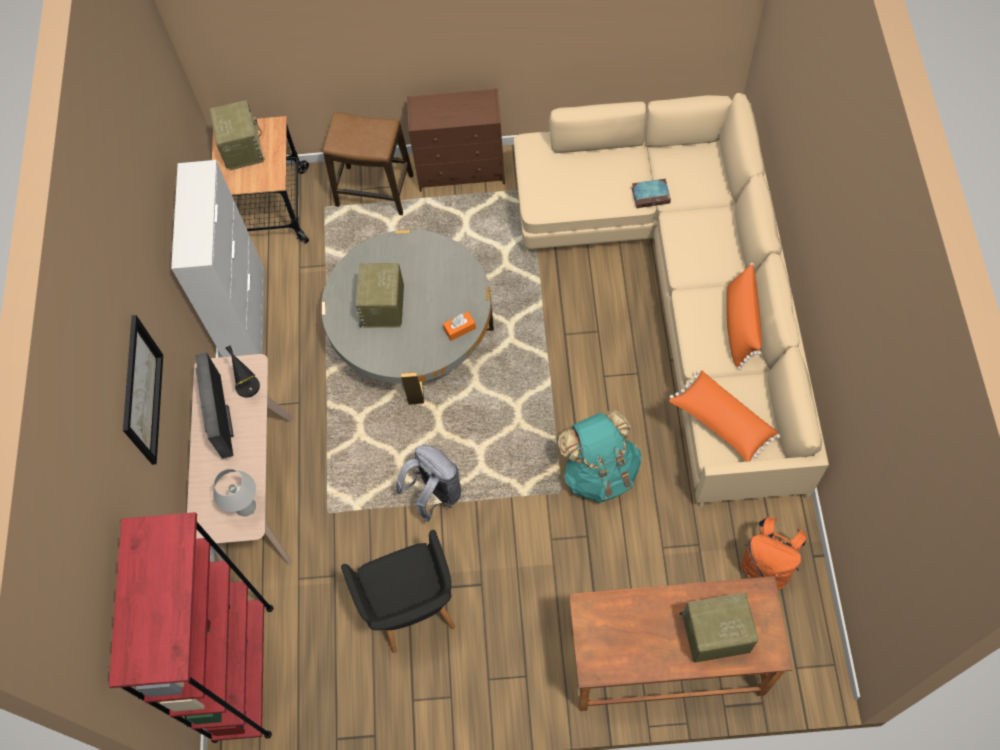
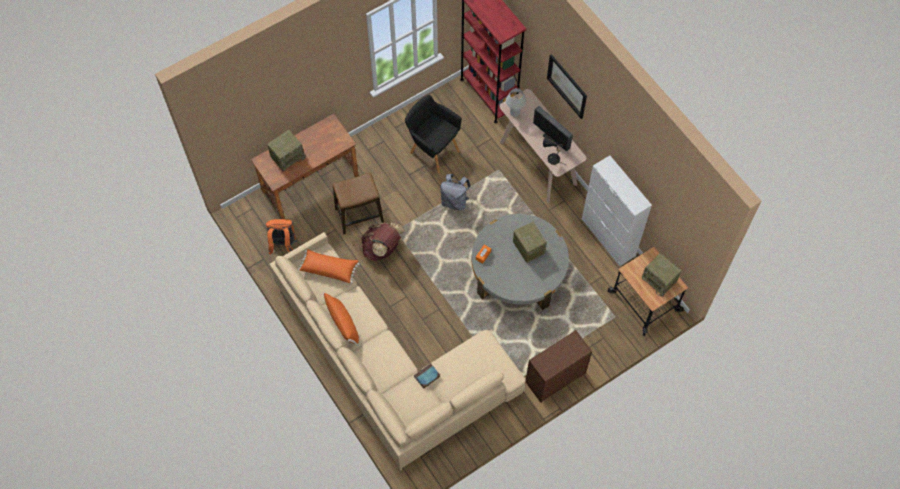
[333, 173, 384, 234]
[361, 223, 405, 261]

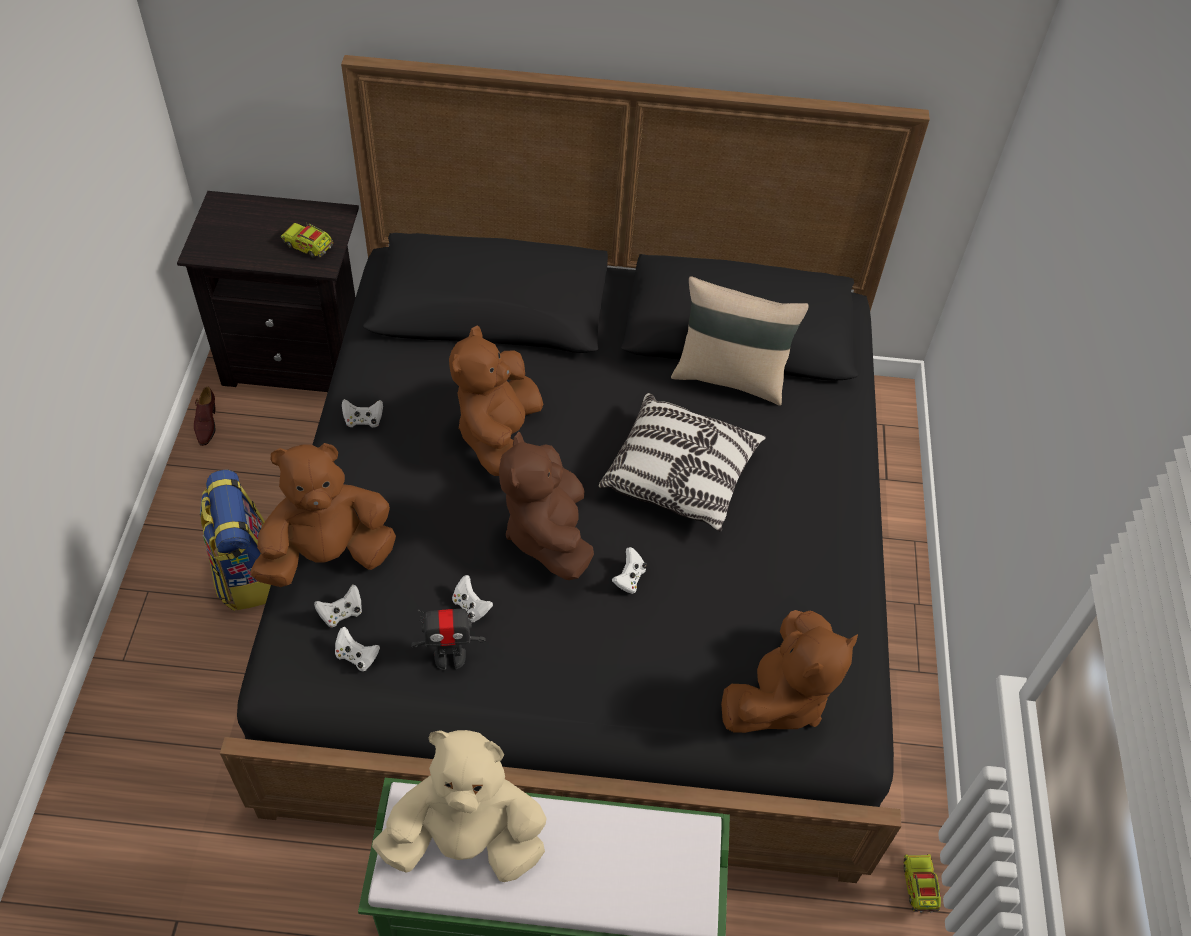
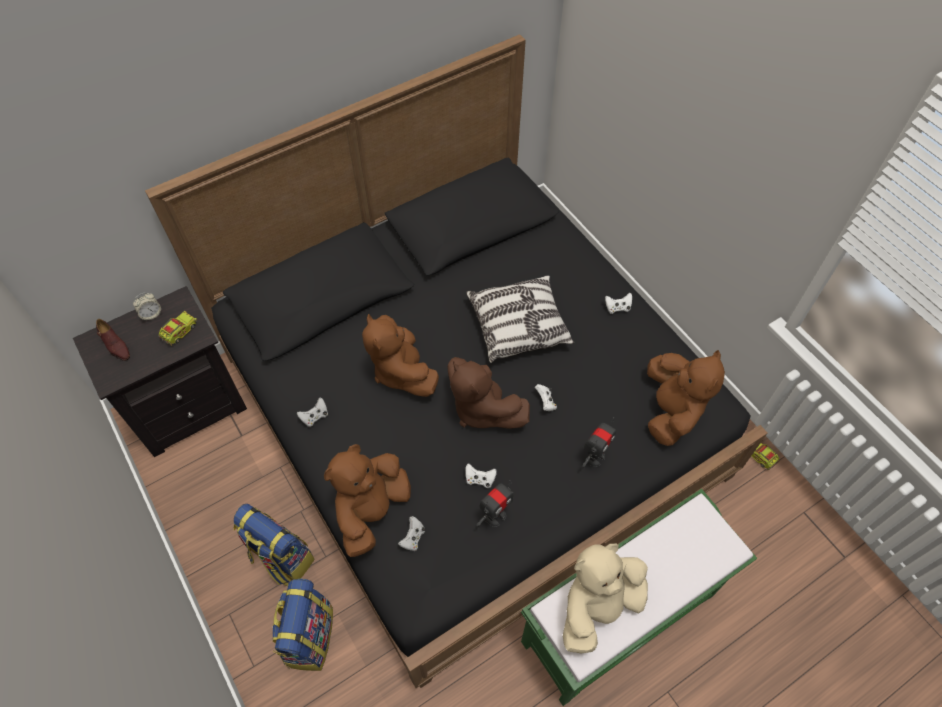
[158, 311, 197, 346]
[671, 276, 809, 406] (first image)
[96, 319, 130, 361]
[605, 293, 632, 314]
[133, 293, 161, 320]
[582, 417, 616, 468]
[272, 579, 333, 671]

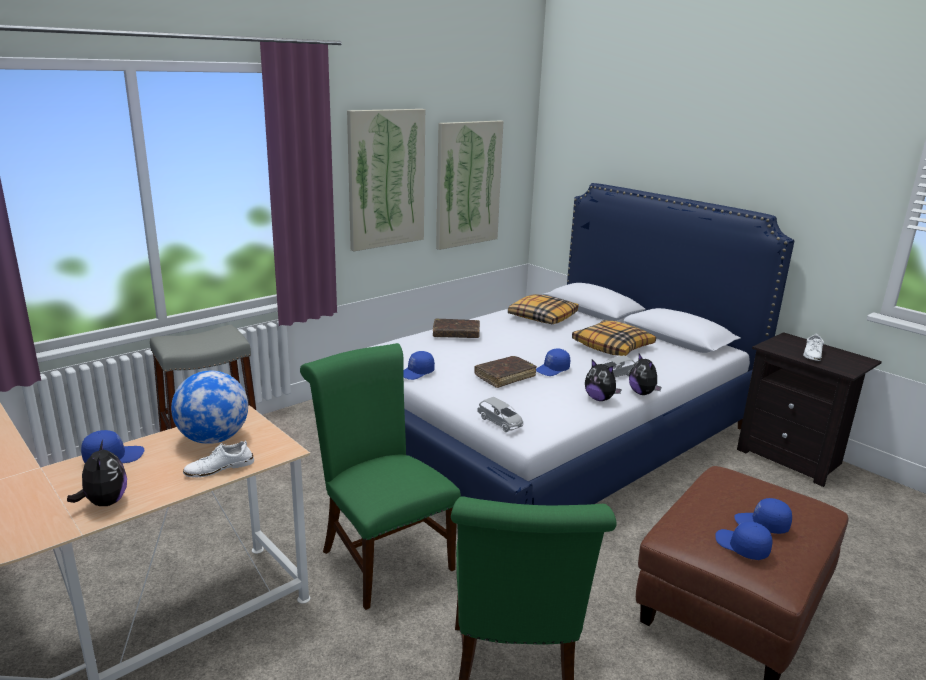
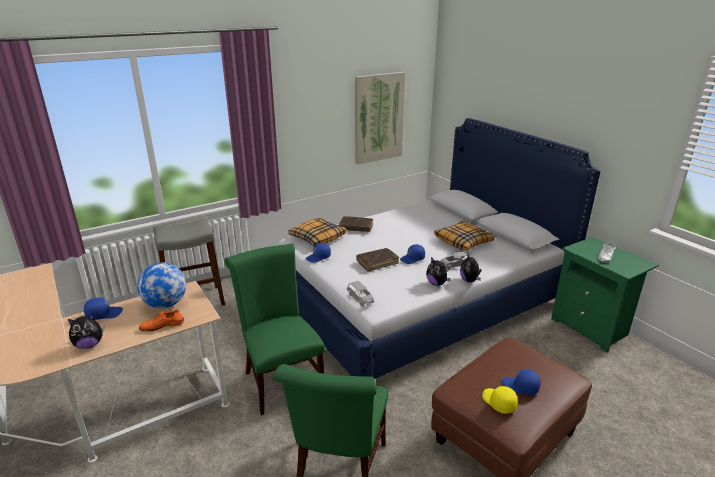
[347, 109, 425, 251] (first image)
[288, 218, 347, 247]
[551, 237, 659, 352]
[68, 314, 105, 349]
[139, 310, 184, 332]
[482, 386, 518, 414]

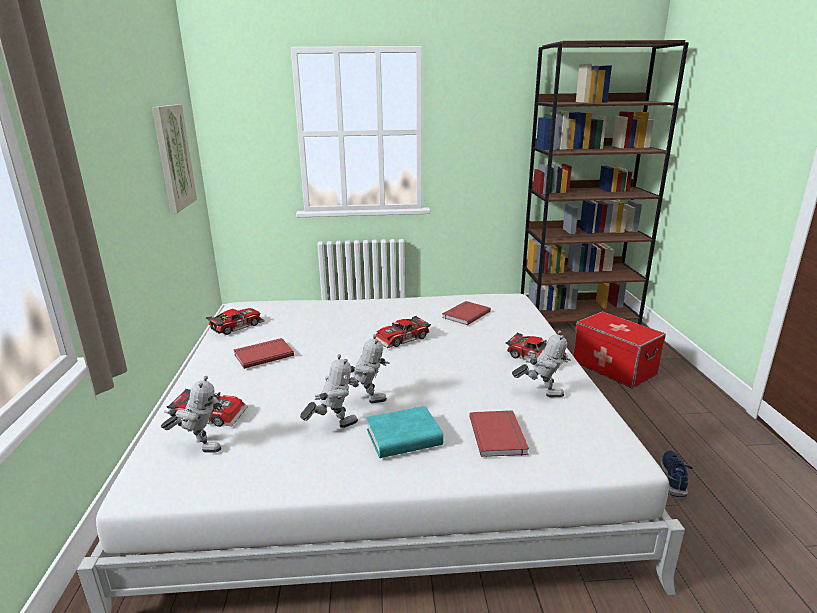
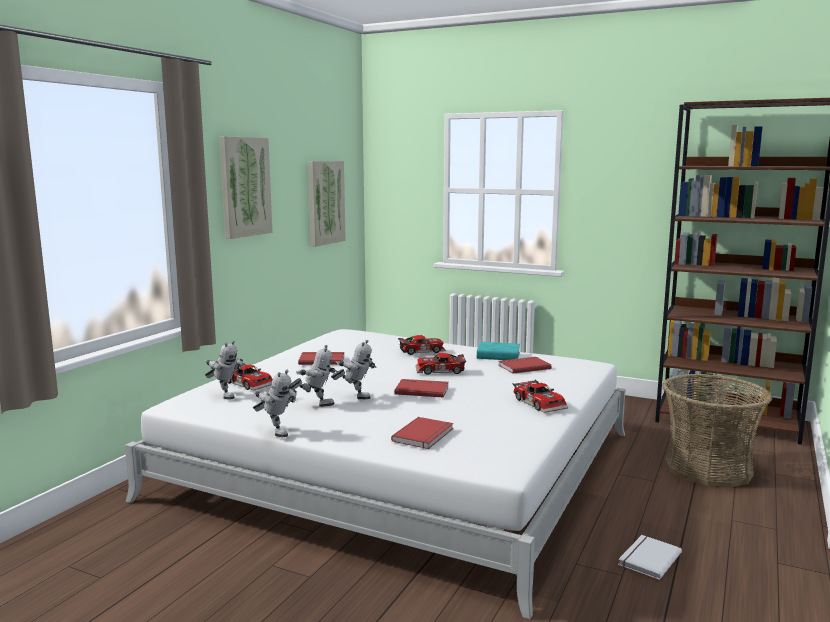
[398, 335, 446, 355]
[662, 374, 772, 488]
[253, 369, 297, 437]
[477, 342, 520, 360]
[618, 535, 682, 580]
[219, 136, 273, 239]
[395, 379, 449, 398]

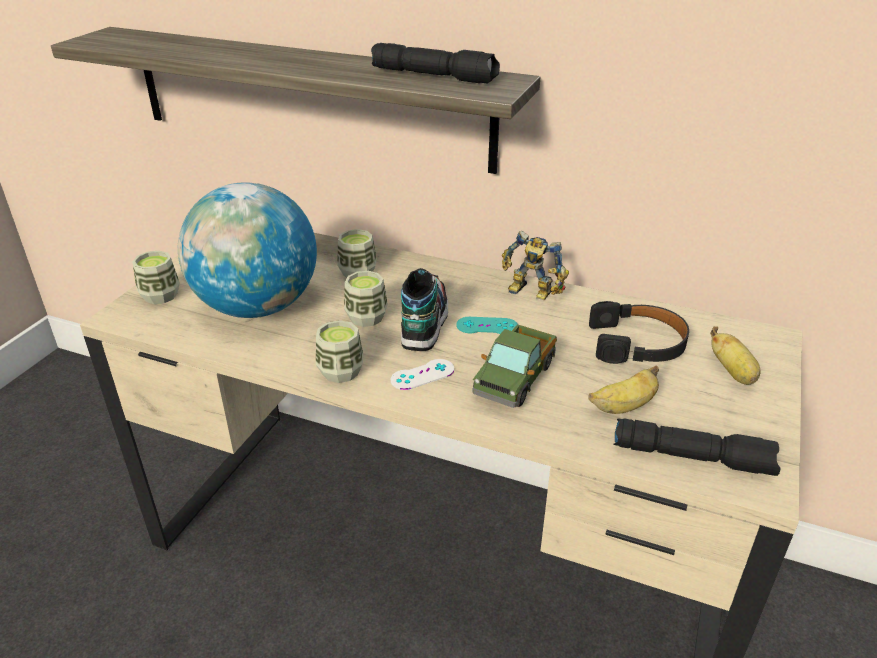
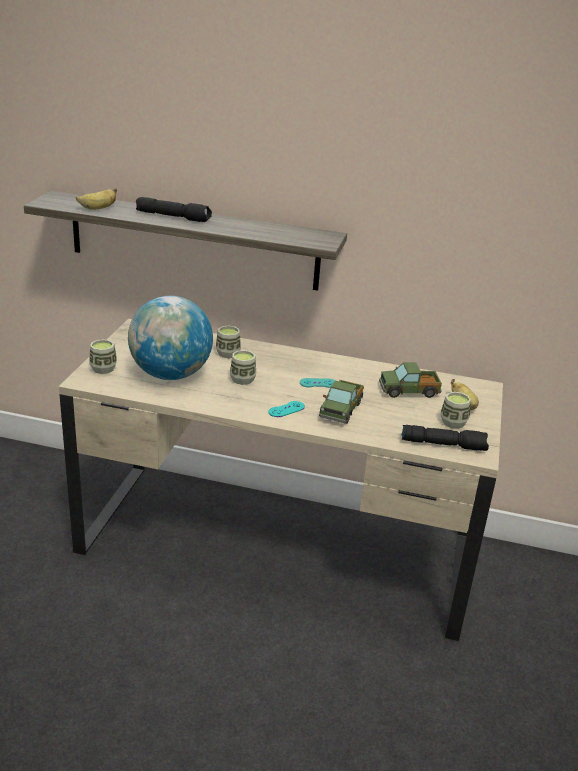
[136, 197, 212, 222]
[502, 231, 569, 300] (first image)
[401, 268, 448, 351] (first image)
[379, 362, 442, 398]
[440, 392, 471, 429]
[268, 401, 305, 417]
[76, 188, 117, 210]

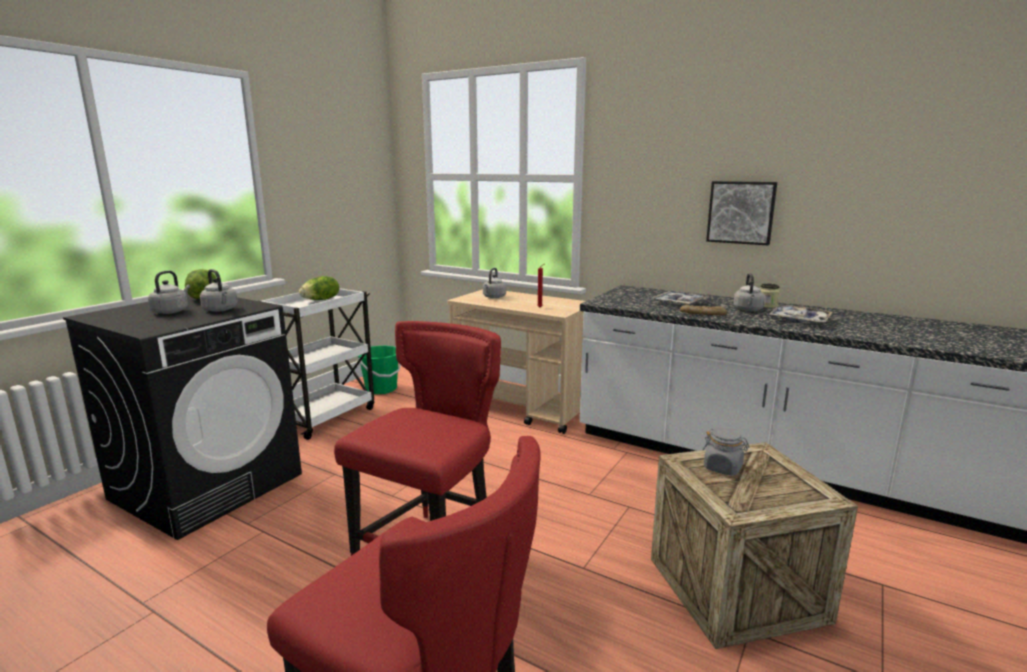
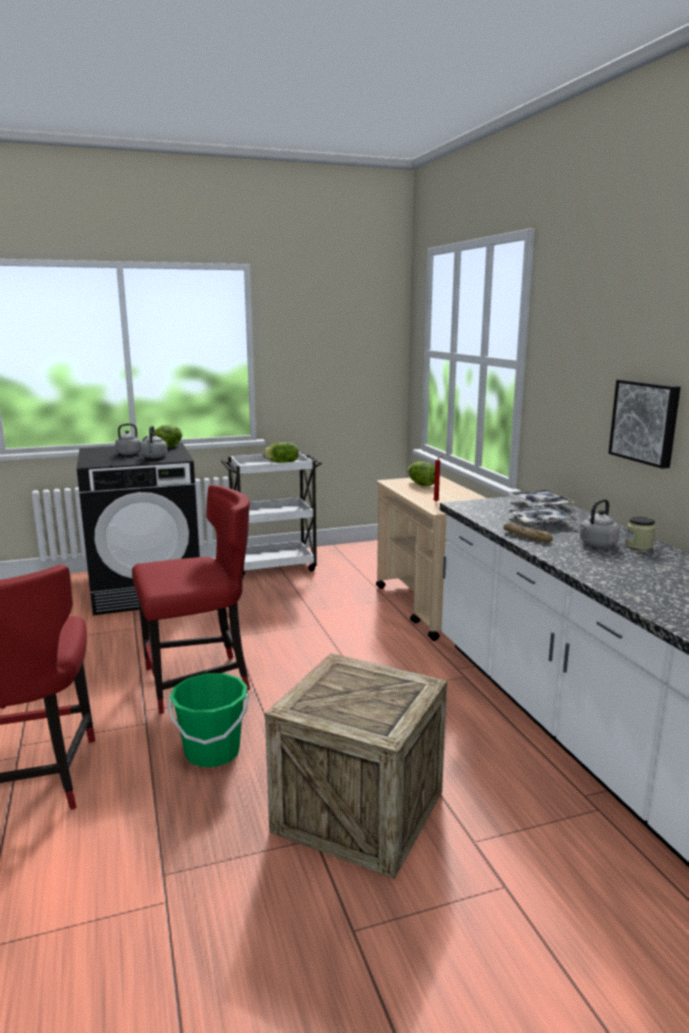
[408, 461, 435, 486]
[509, 490, 575, 507]
[168, 673, 248, 767]
[703, 428, 749, 476] (first image)

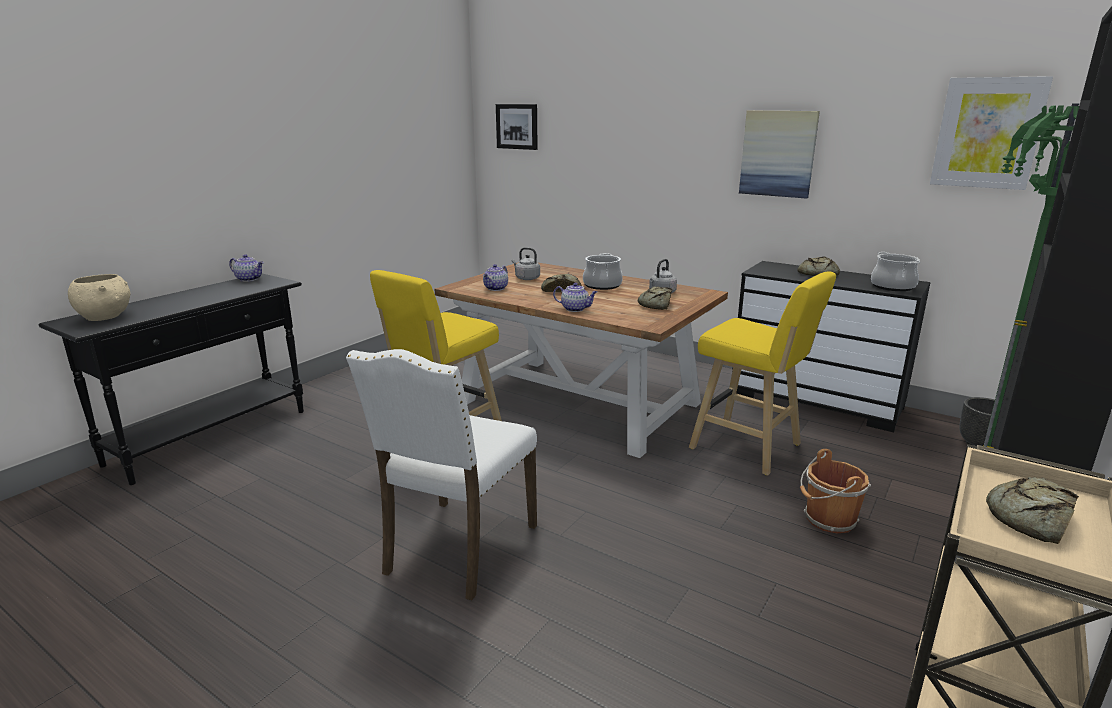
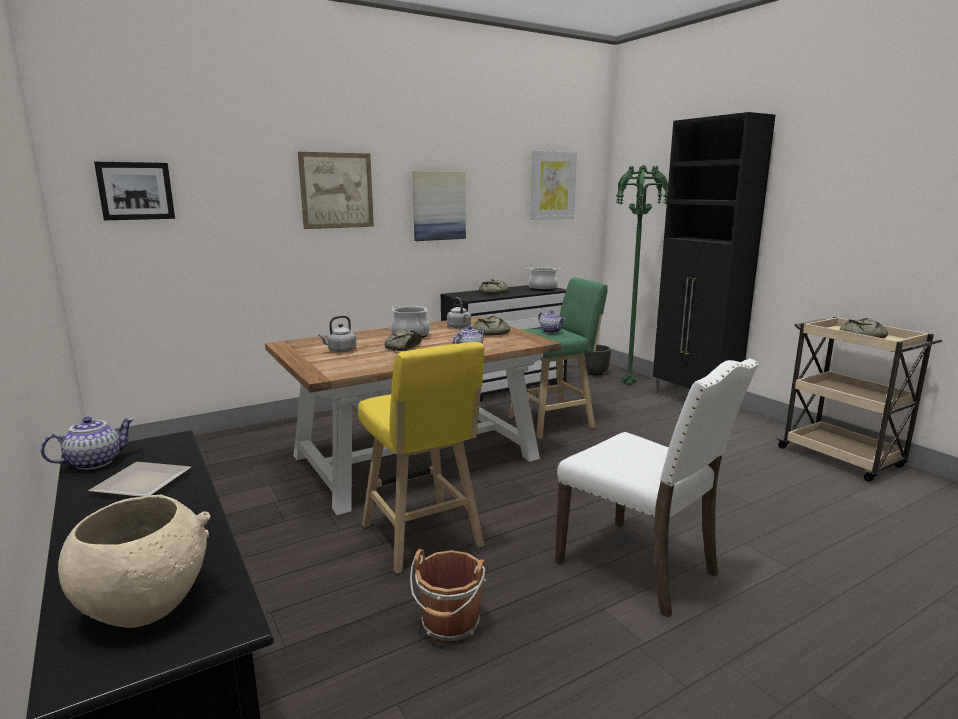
[538, 310, 565, 333]
[508, 278, 608, 439]
[410, 549, 486, 643]
[298, 152, 374, 229]
[88, 462, 191, 497]

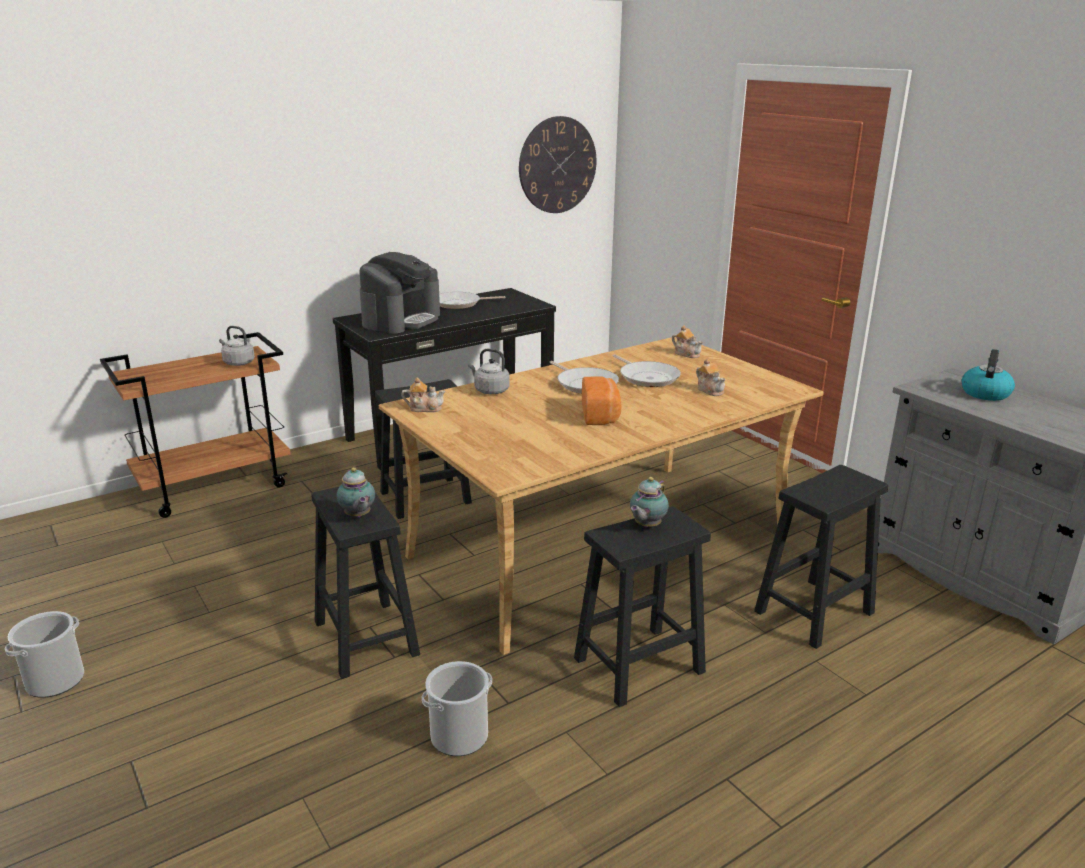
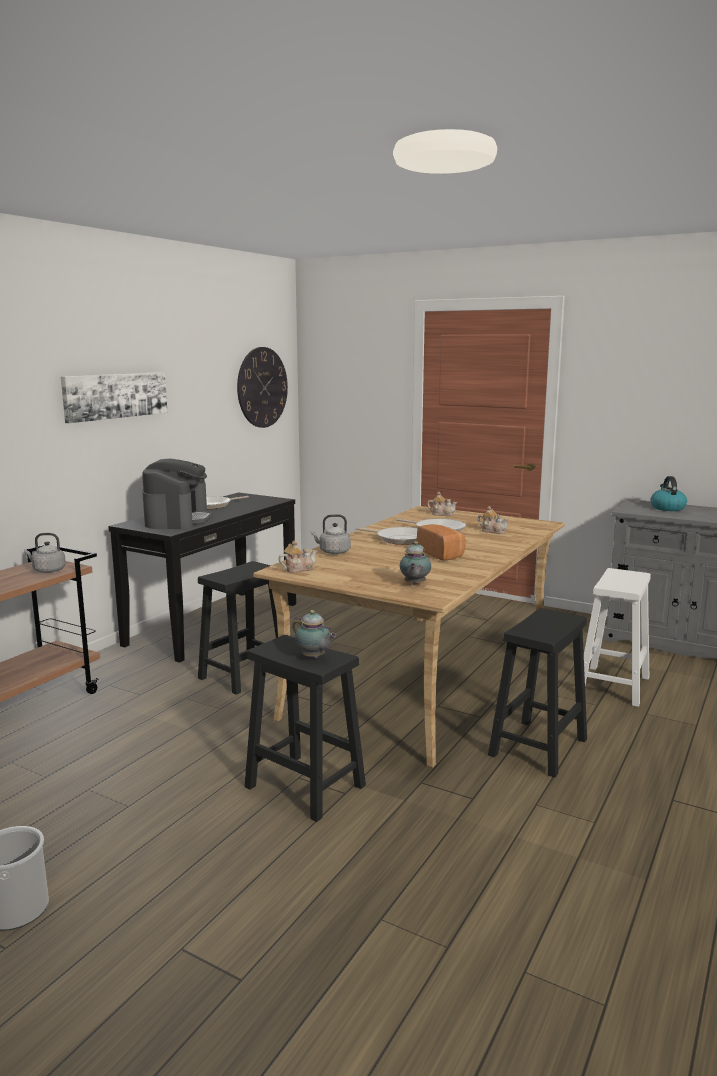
[584, 568, 651, 707]
[400, 541, 431, 586]
[422, 661, 492, 756] (first image)
[61, 372, 168, 423]

